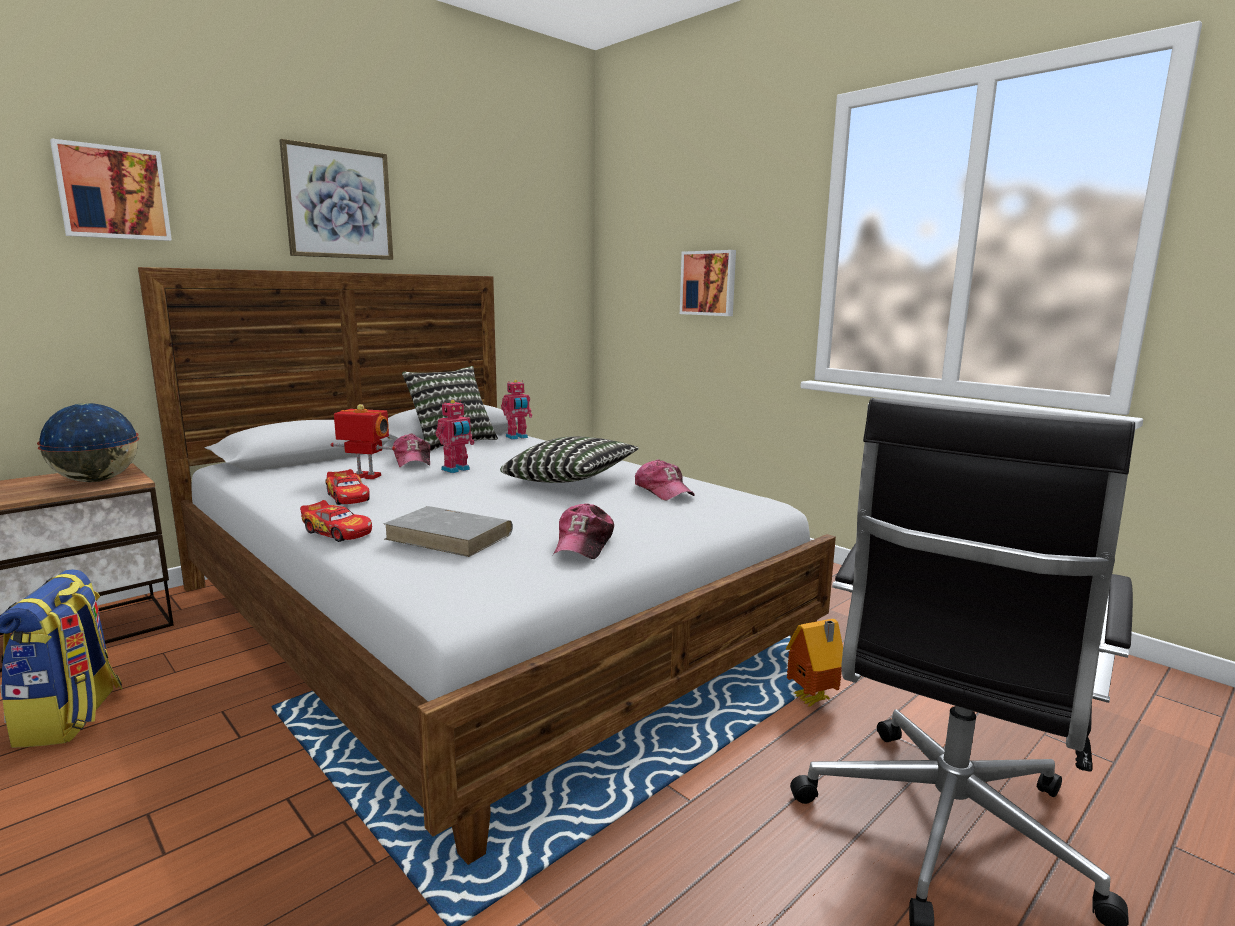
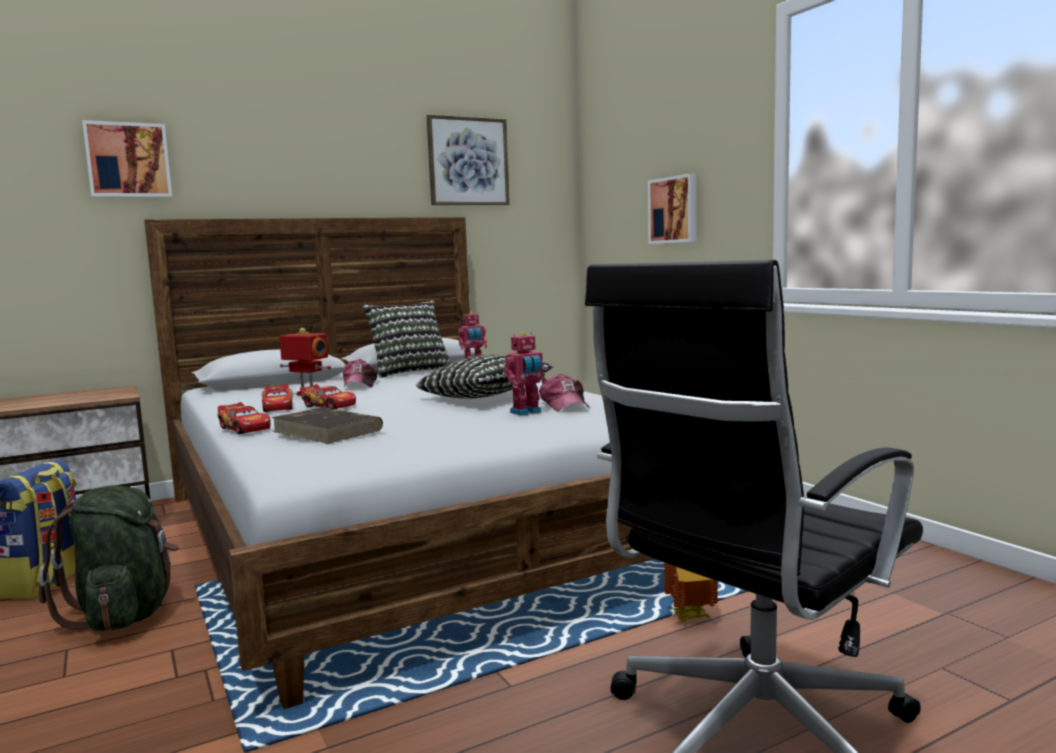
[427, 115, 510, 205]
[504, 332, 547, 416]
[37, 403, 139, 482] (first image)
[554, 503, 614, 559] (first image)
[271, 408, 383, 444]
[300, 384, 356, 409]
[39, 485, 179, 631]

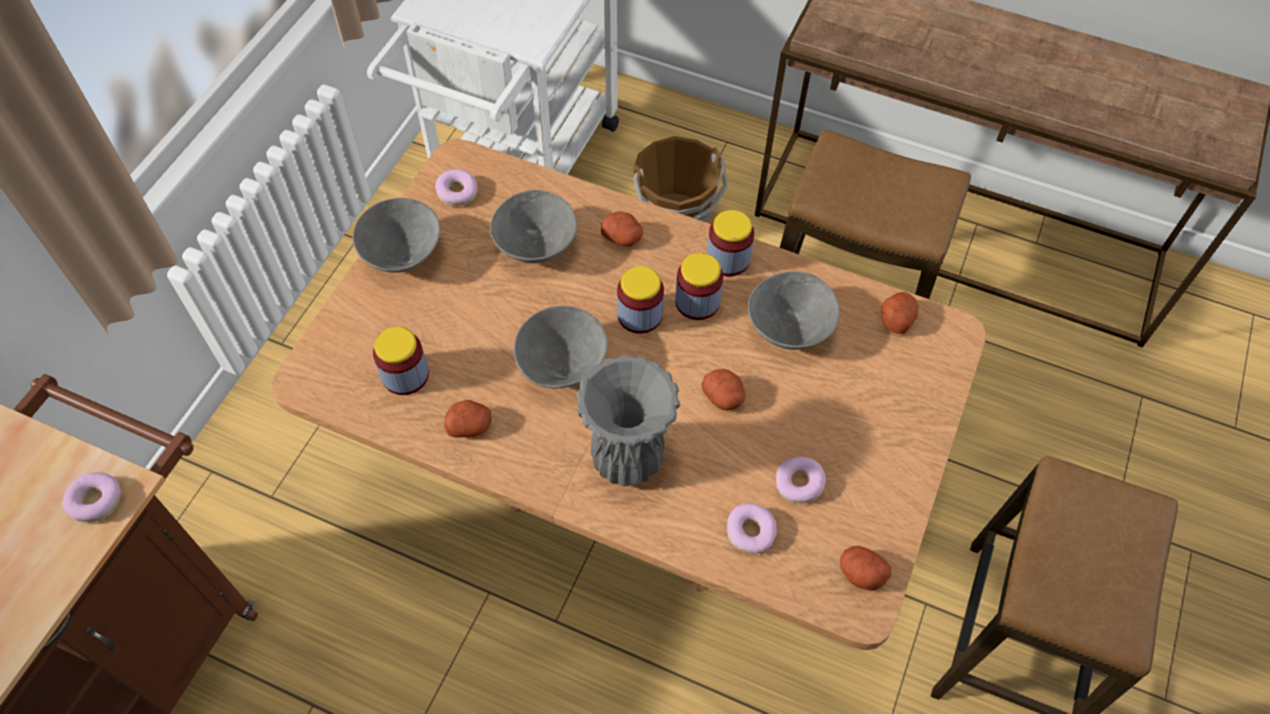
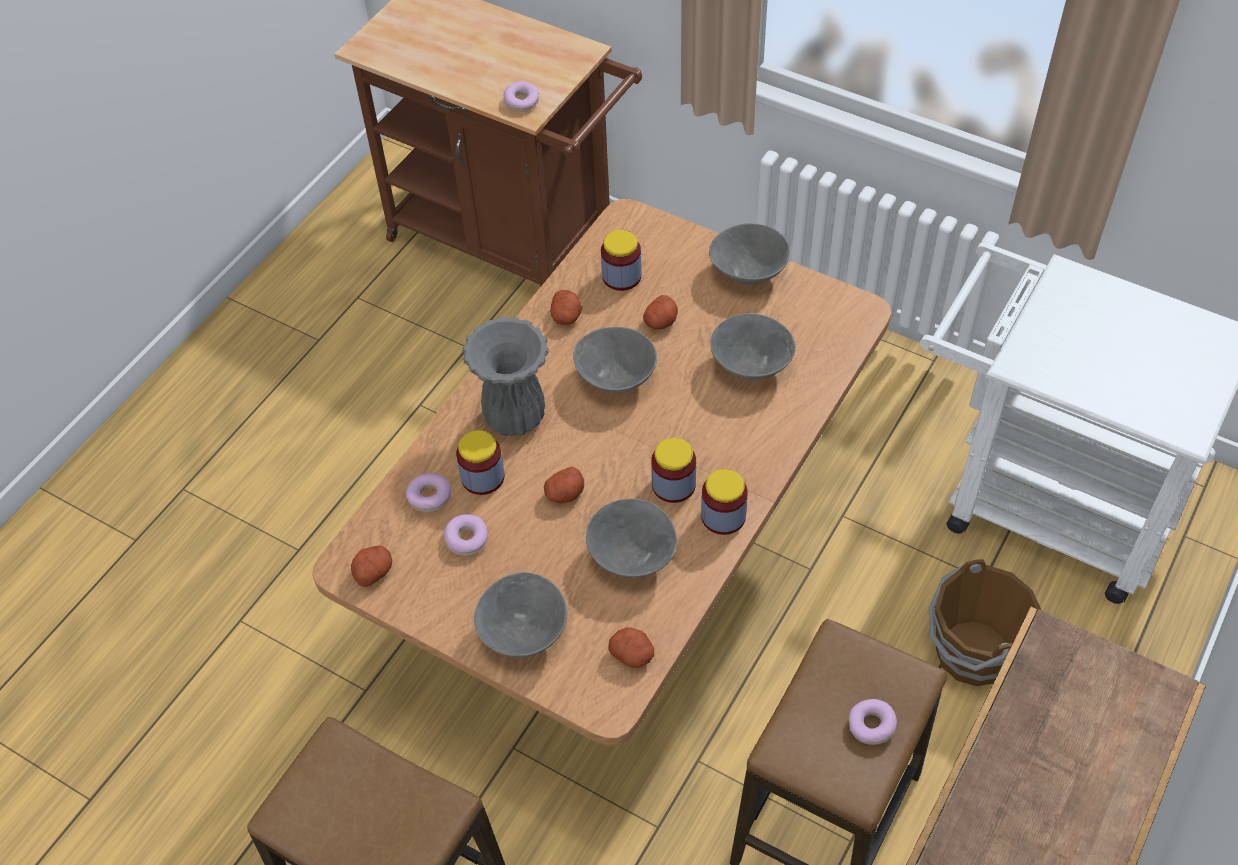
[849, 699, 897, 745]
[643, 295, 678, 330]
[456, 430, 504, 495]
[474, 572, 567, 658]

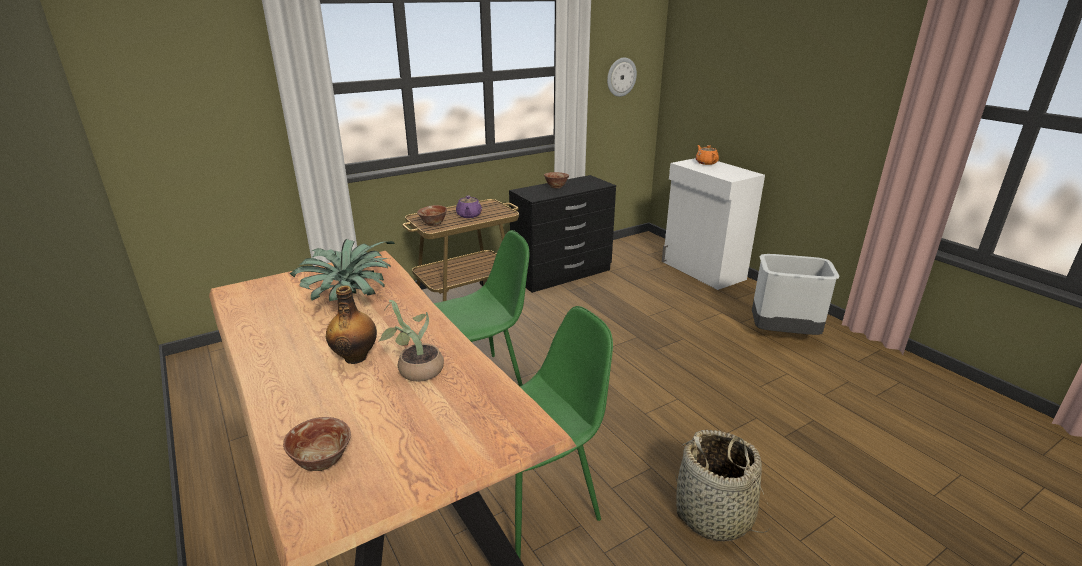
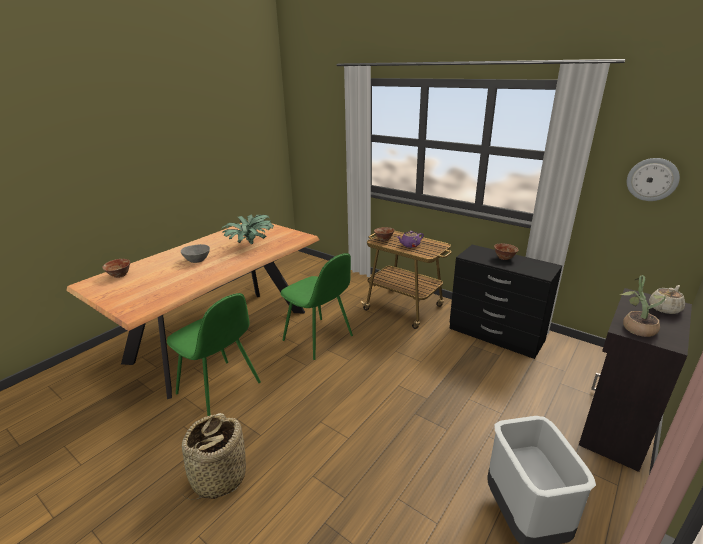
[649, 285, 685, 314]
[579, 288, 692, 472]
[181, 244, 210, 263]
[620, 275, 666, 337]

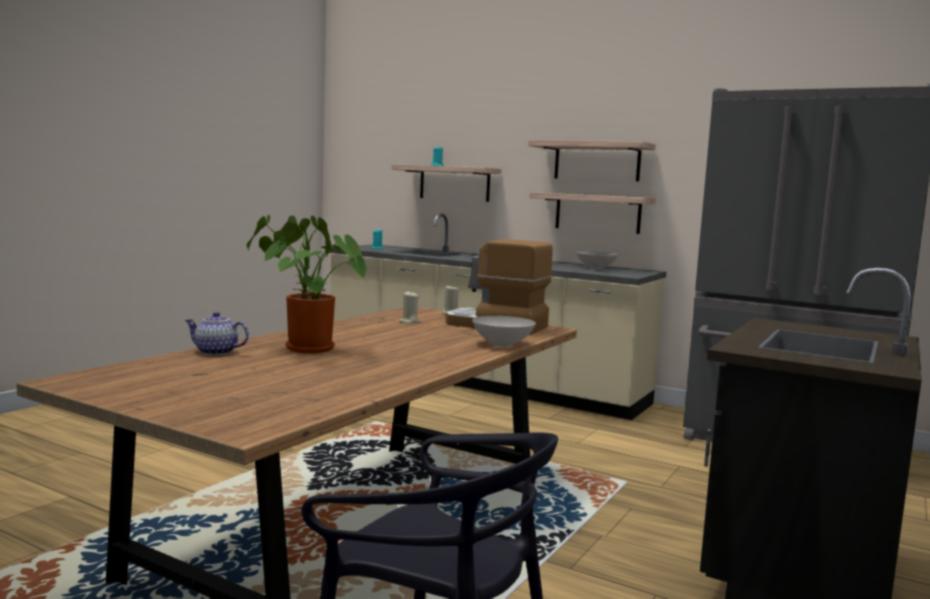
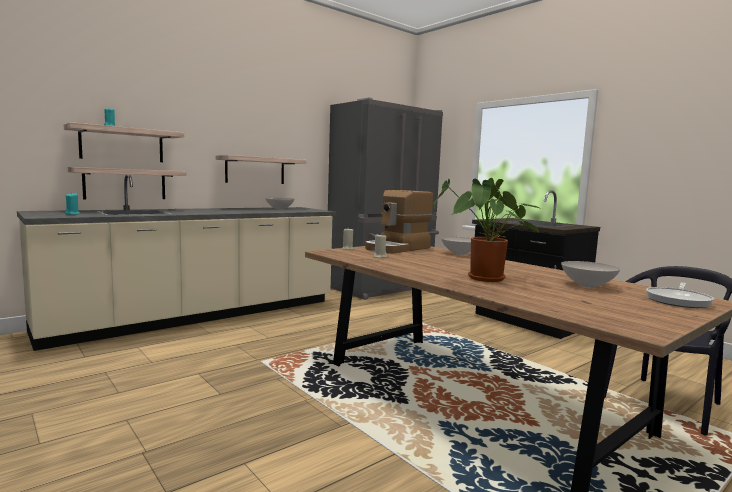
[68, 167, 187, 199]
[185, 312, 249, 355] (first image)
[561, 261, 620, 288]
[646, 282, 714, 308]

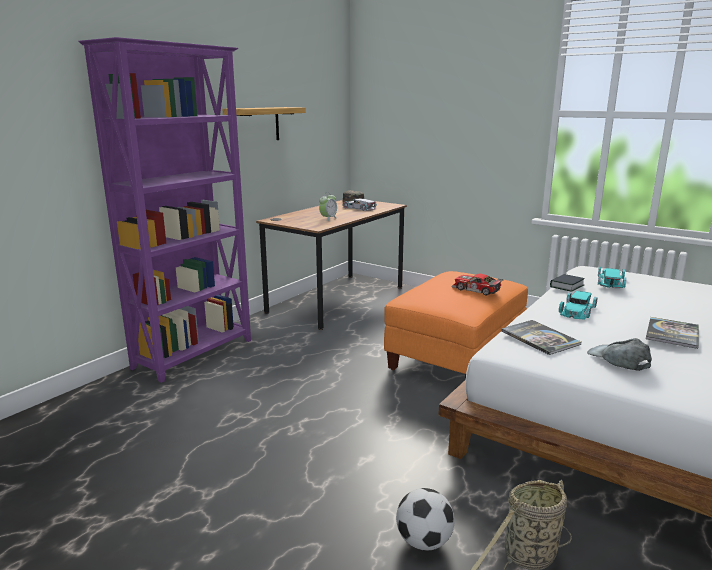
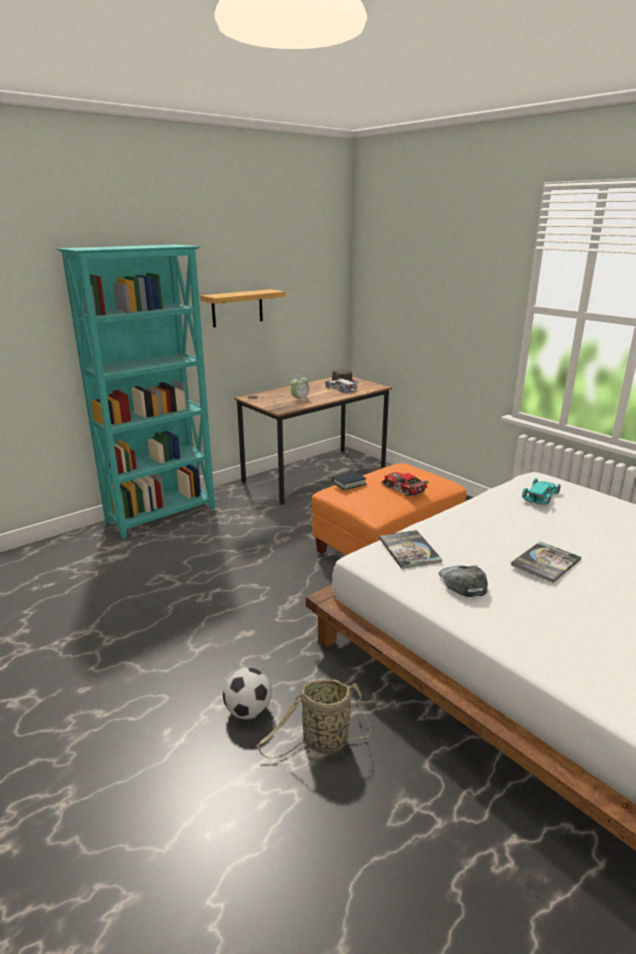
[57, 245, 215, 539]
[332, 472, 367, 490]
[559, 291, 597, 320] (first image)

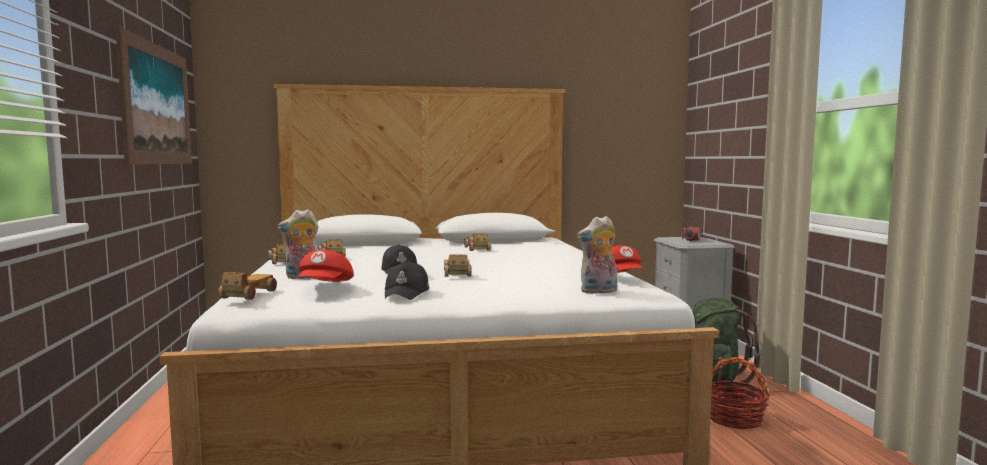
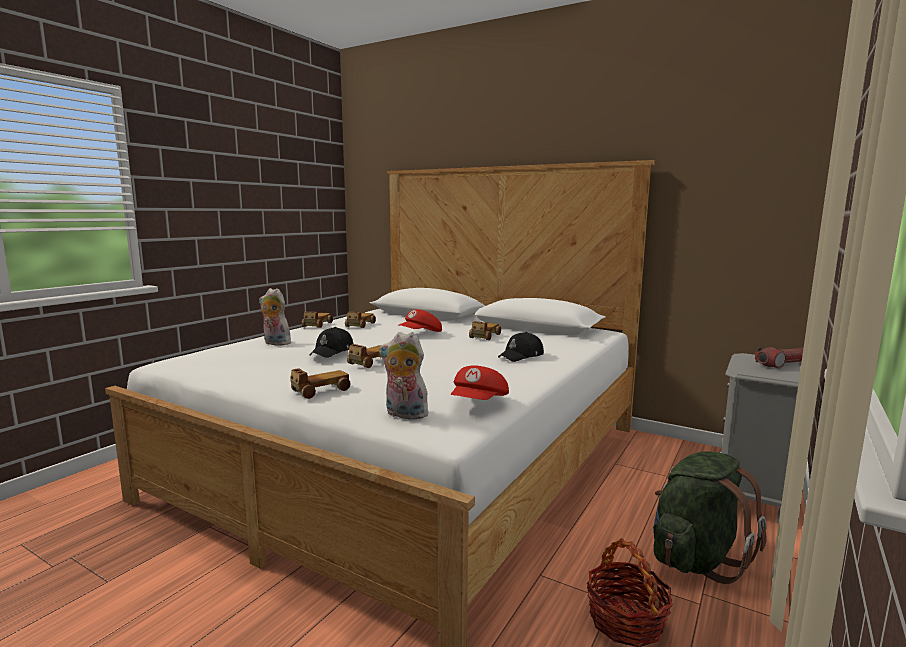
[115, 26, 192, 165] (first image)
[399, 309, 442, 332]
[498, 332, 544, 362]
[290, 368, 351, 399]

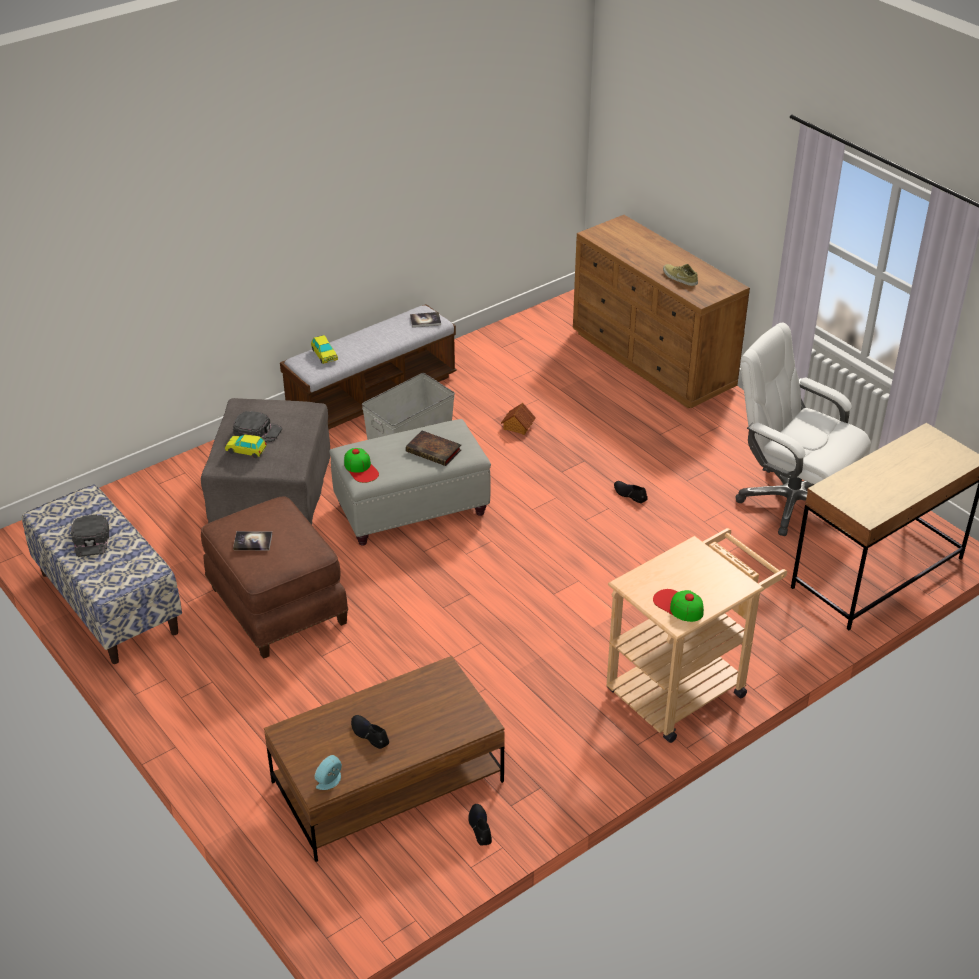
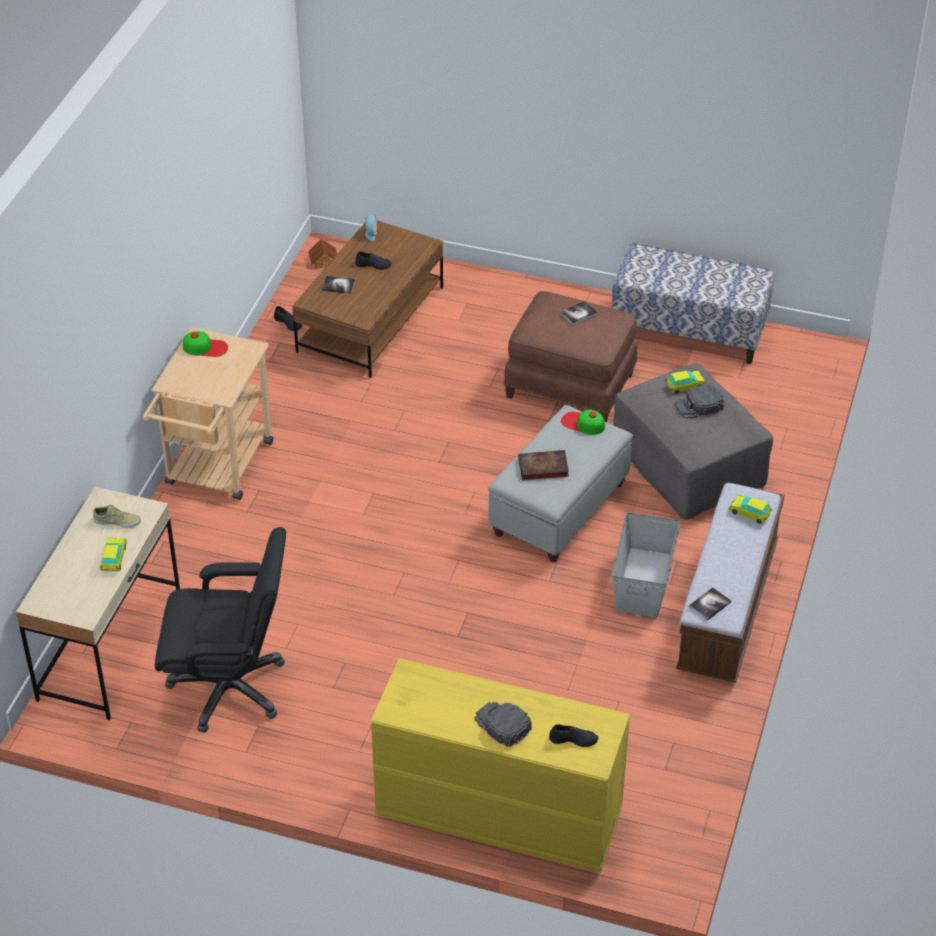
[371, 658, 630, 872]
[93, 504, 141, 528]
[155, 527, 286, 733]
[308, 238, 337, 269]
[549, 724, 599, 747]
[475, 702, 532, 747]
[322, 276, 356, 294]
[100, 538, 127, 571]

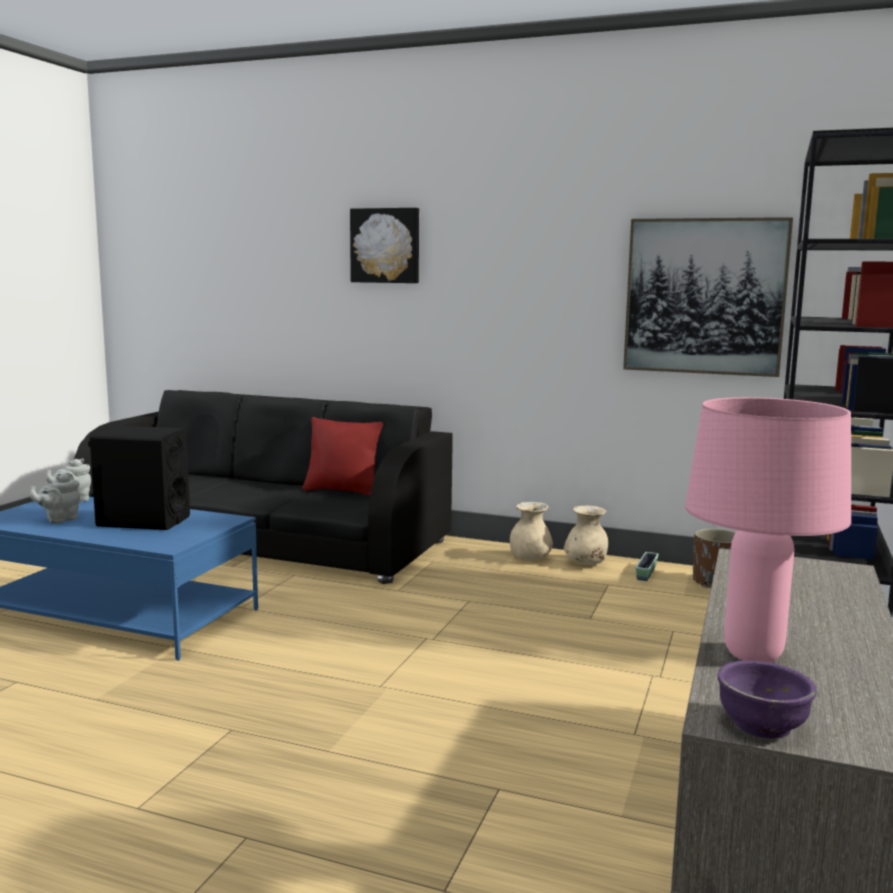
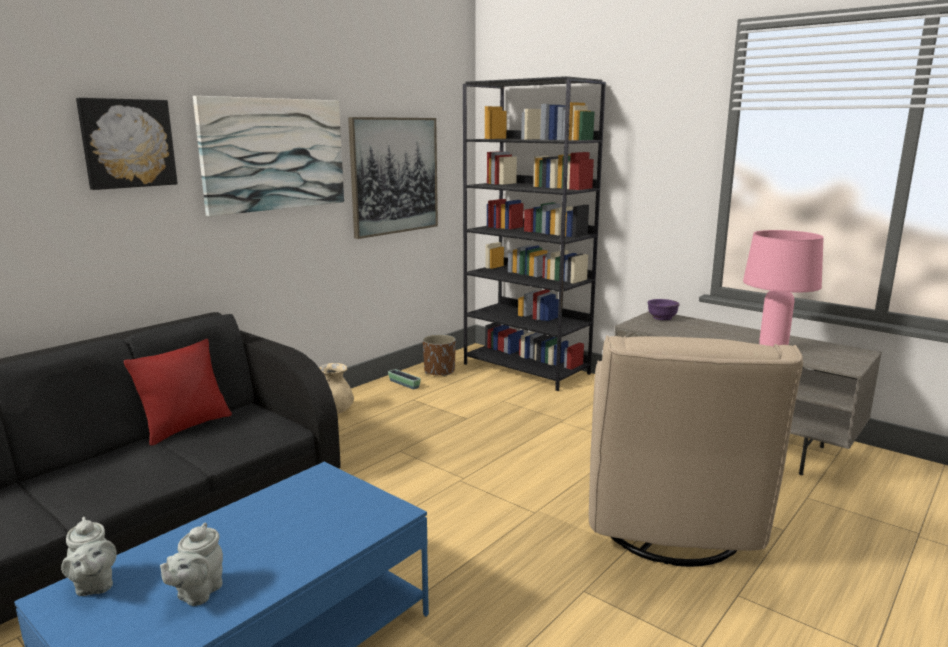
[88, 426, 190, 530] (first image)
[160, 523, 223, 606]
[564, 506, 608, 565] (first image)
[648, 299, 679, 320]
[193, 96, 344, 216]
[589, 335, 803, 567]

